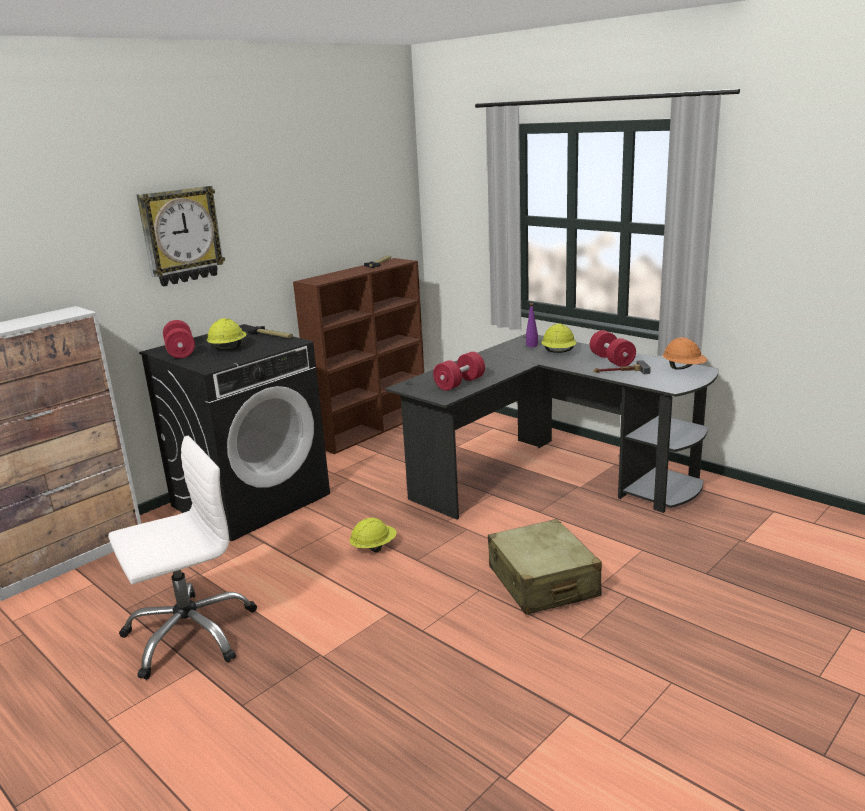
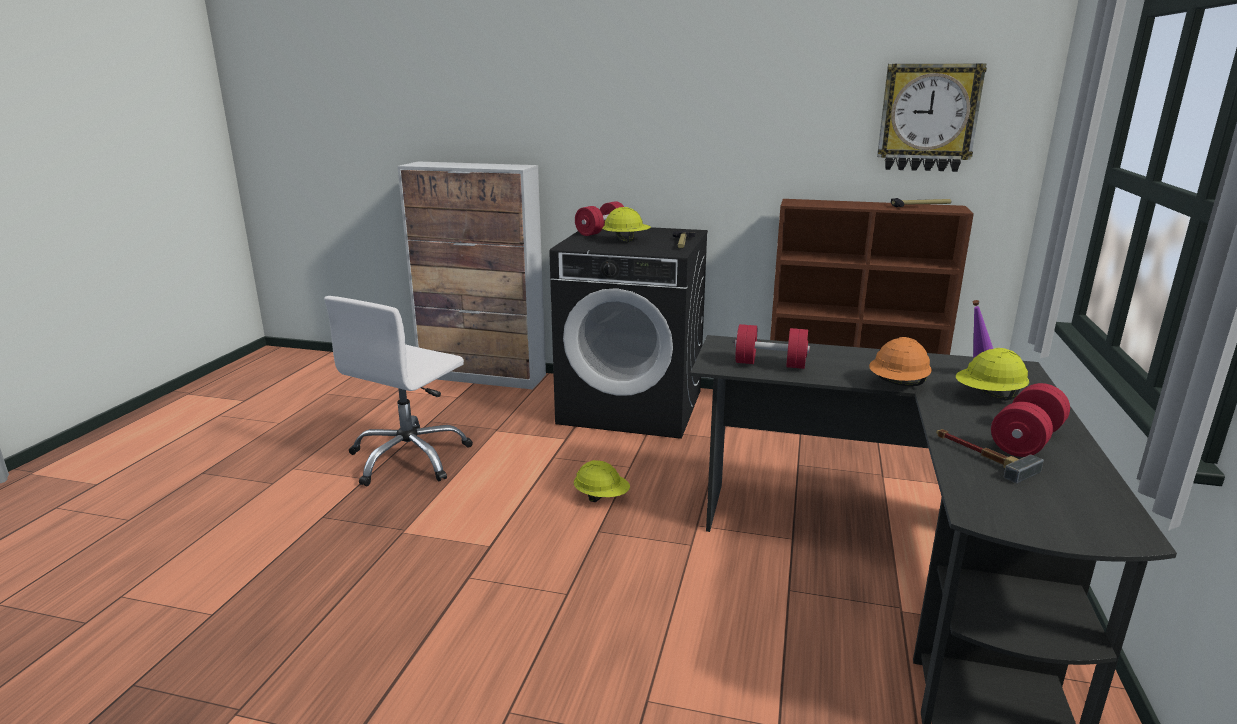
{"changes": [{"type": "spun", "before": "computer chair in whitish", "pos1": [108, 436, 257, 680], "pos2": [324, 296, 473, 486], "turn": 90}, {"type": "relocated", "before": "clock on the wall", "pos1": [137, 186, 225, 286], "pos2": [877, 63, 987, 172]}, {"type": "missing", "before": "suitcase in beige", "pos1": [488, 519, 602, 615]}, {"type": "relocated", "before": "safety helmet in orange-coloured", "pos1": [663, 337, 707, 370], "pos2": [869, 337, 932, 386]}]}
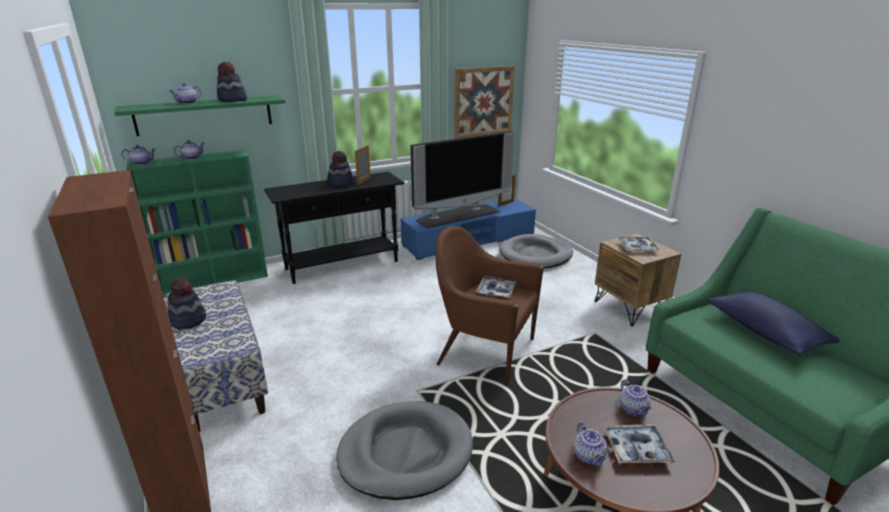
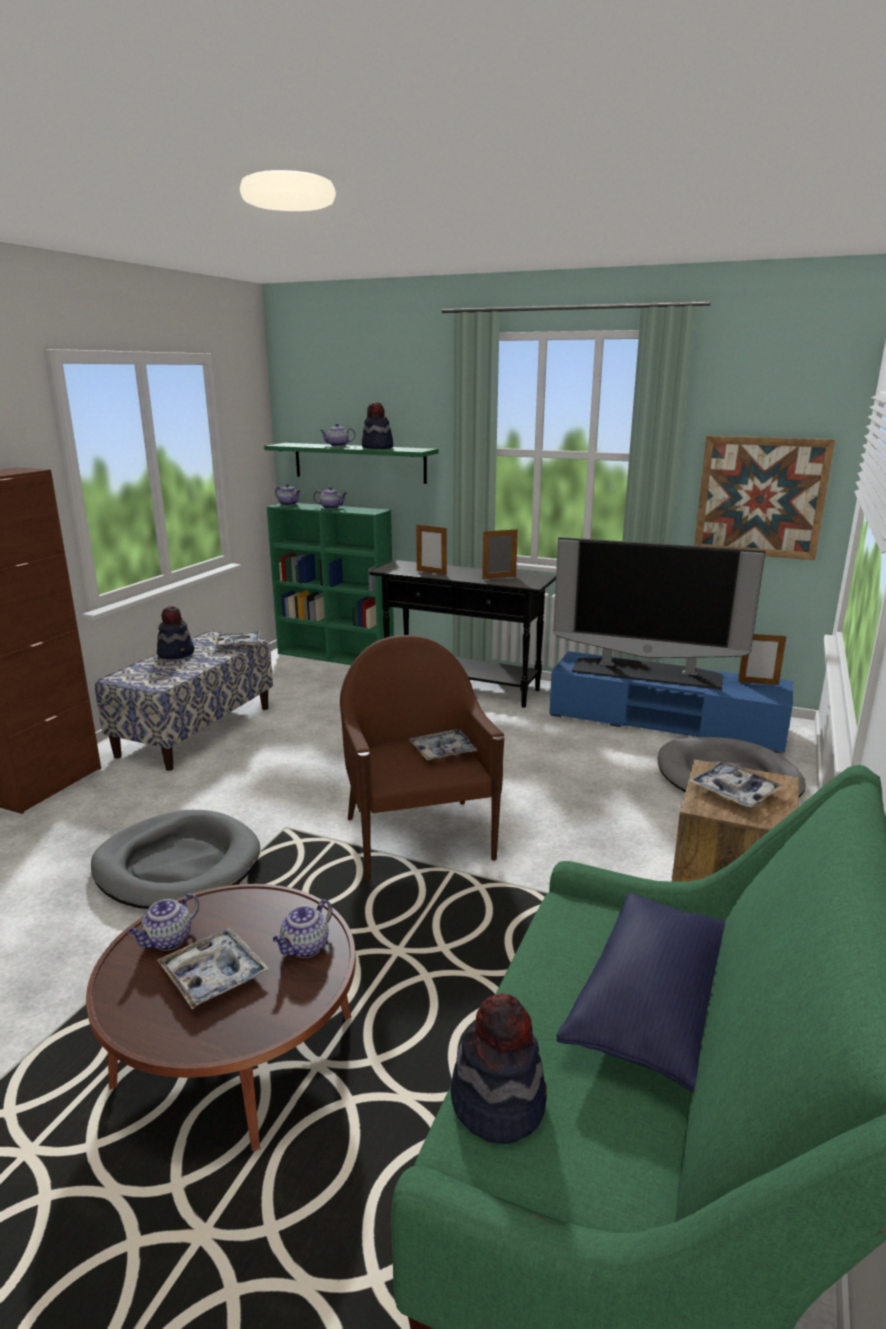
{"changes": [{"type": "relocated", "before": "wearable hat", "pos1": [327, 151, 353, 187], "pos2": [451, 993, 547, 1144]}, {"type": "appeared", "after": "carrying tray", "pos2": [214, 631, 260, 647]}, {"type": "appeared", "after": "standing frame", "pos2": [416, 525, 447, 575]}]}
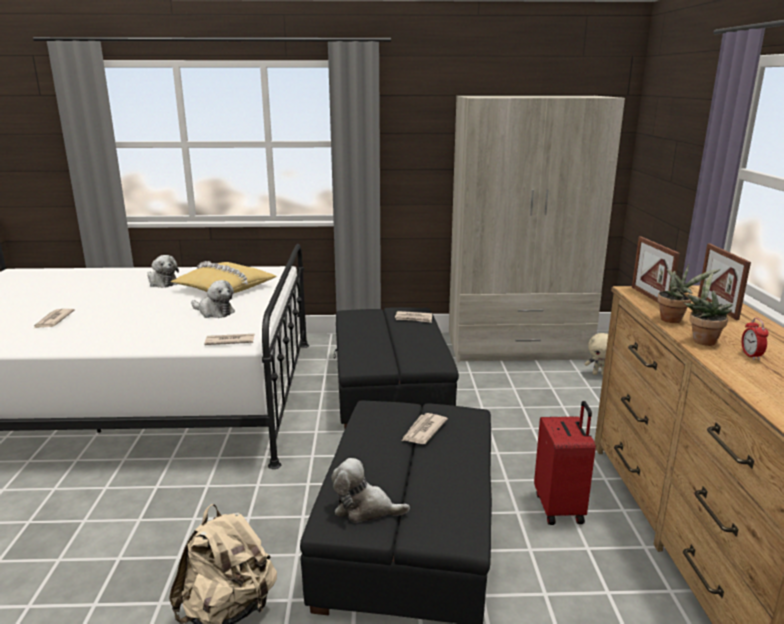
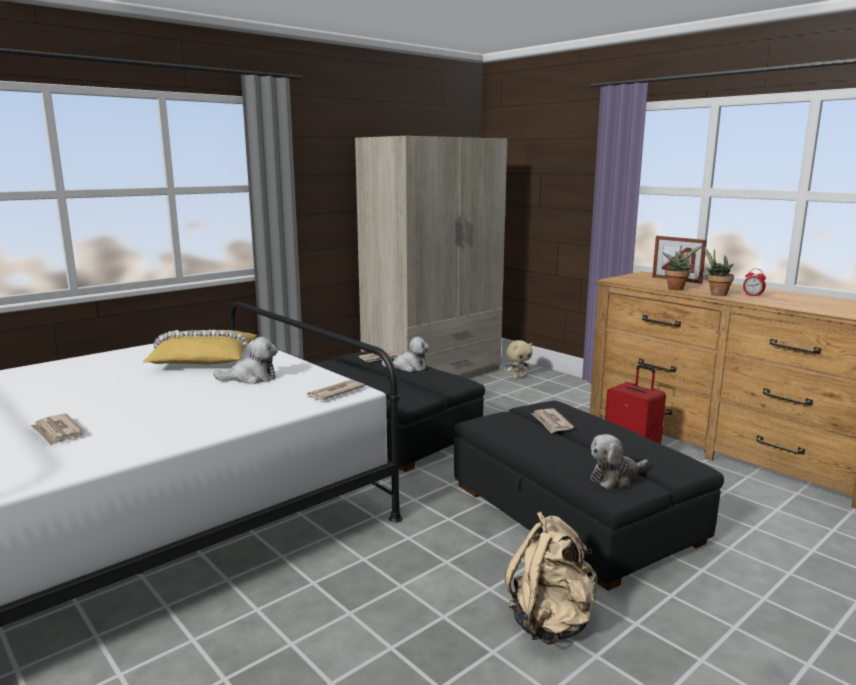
{"changes": [{"type": "relocated", "before": "cuddly toy", "pos1": [147, 255, 179, 288], "pos2": [381, 337, 429, 372]}, {"type": "missing", "before": "standing frame", "pos1": [632, 237, 680, 303]}]}
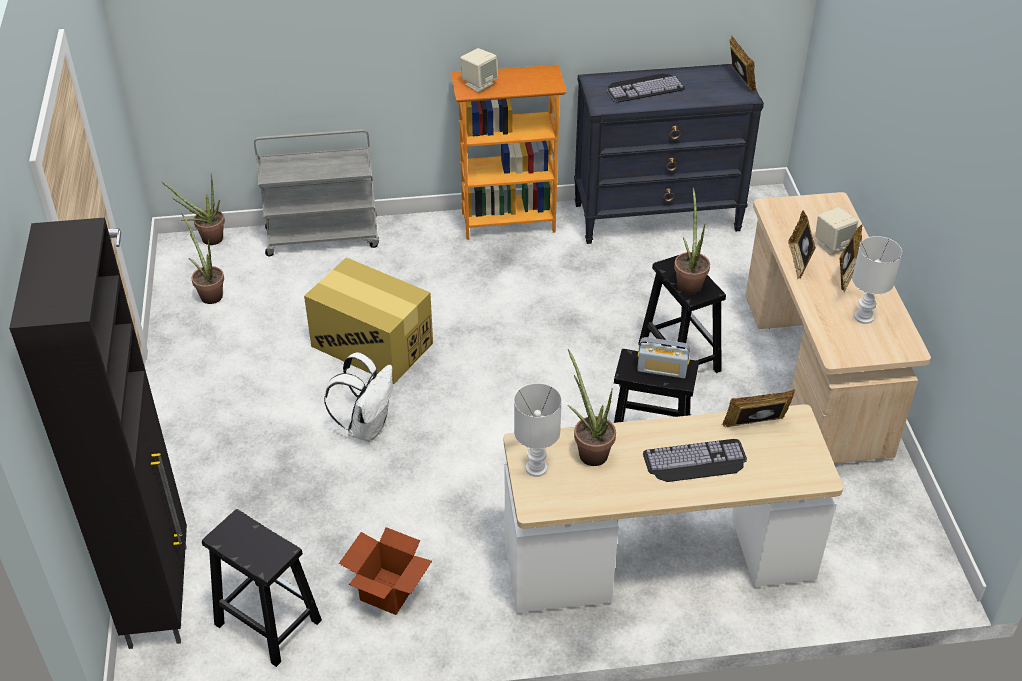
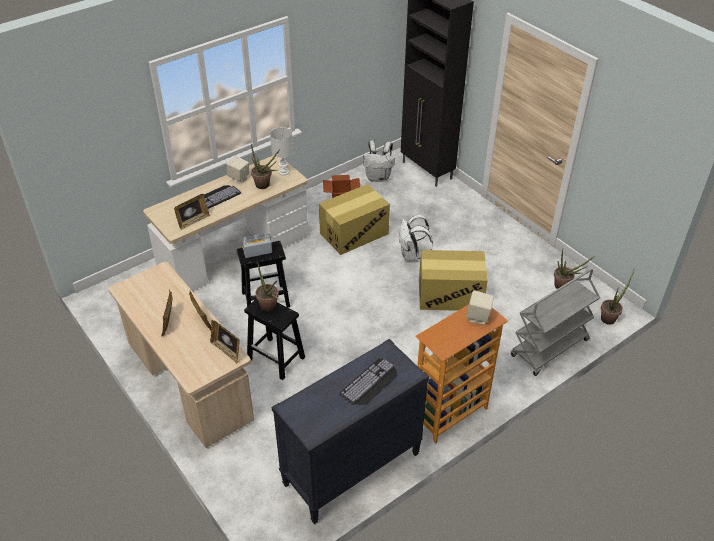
{"changes": [{"type": "exchanged", "before": "stool in black-coloured", "after": "rucksack in whitish", "pos1": [202, 509, 322, 667], "pos2": [363, 141, 395, 182]}, {"type": "relocated", "before": "standing frame", "pos1": [729, 36, 757, 92], "pos2": [210, 320, 240, 364]}, {"type": "relocated", "before": "speaker in beige", "pos1": [815, 207, 858, 255], "pos2": [226, 156, 249, 184]}, {"type": "missing", "before": "lamp for a table in whitish", "pos1": [852, 236, 902, 324]}, {"type": "appeared", "after": "carton", "pos2": [319, 184, 390, 255]}]}
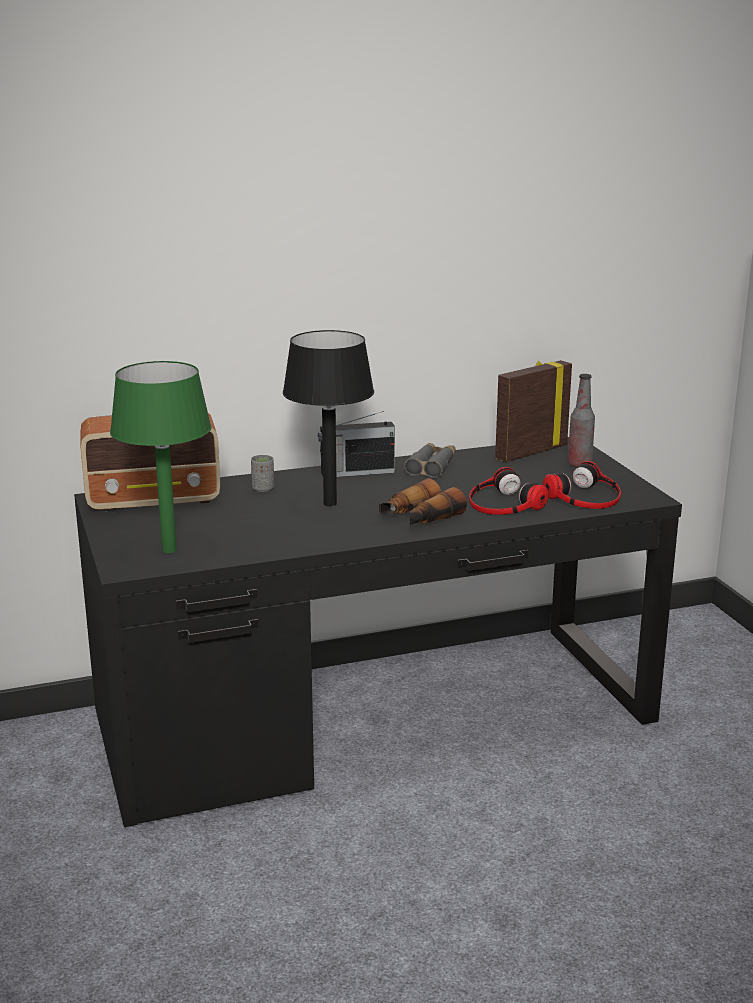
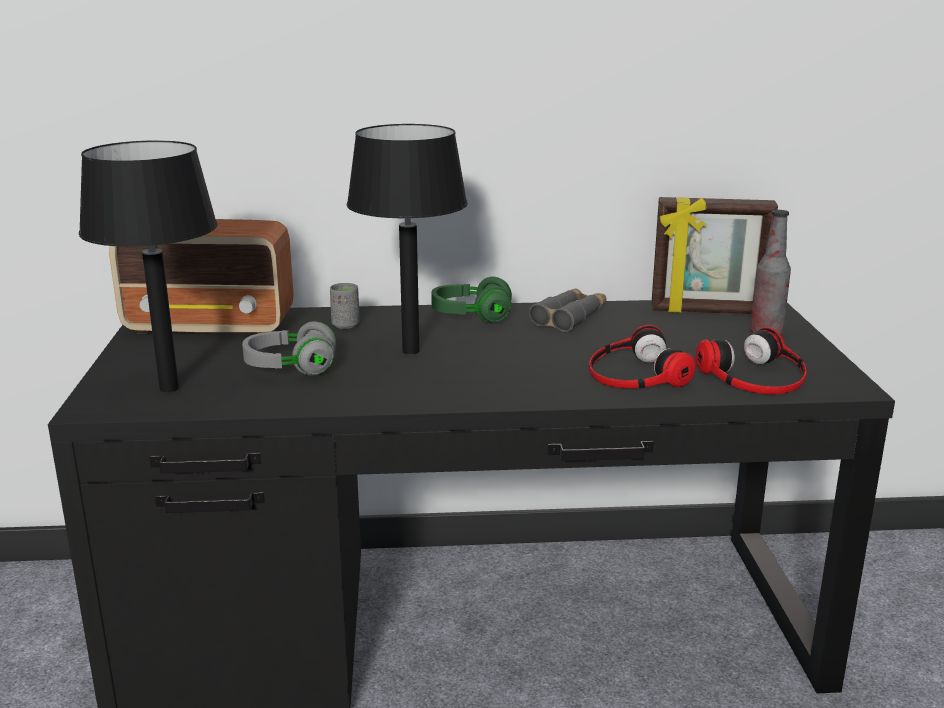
{"changes": [{"type": "colour", "before": "lamp for a table in green", "after": "lamp for a table in black-coloured", "pos1": [110, 361, 212, 553], "pos2": [79, 140, 218, 392]}, {"type": "exchanged", "before": "radio receiver", "after": "headset in green", "pos1": [318, 411, 395, 477], "pos2": [431, 276, 512, 323]}, {"type": "missing", "before": "field glasses", "pos1": [379, 478, 467, 525]}, {"type": "spun", "before": "standing frame", "pos1": [495, 360, 572, 462], "pos2": [651, 197, 778, 314], "turn": -150}, {"type": "appeared", "after": "headset in greyish", "pos2": [242, 322, 337, 376]}]}
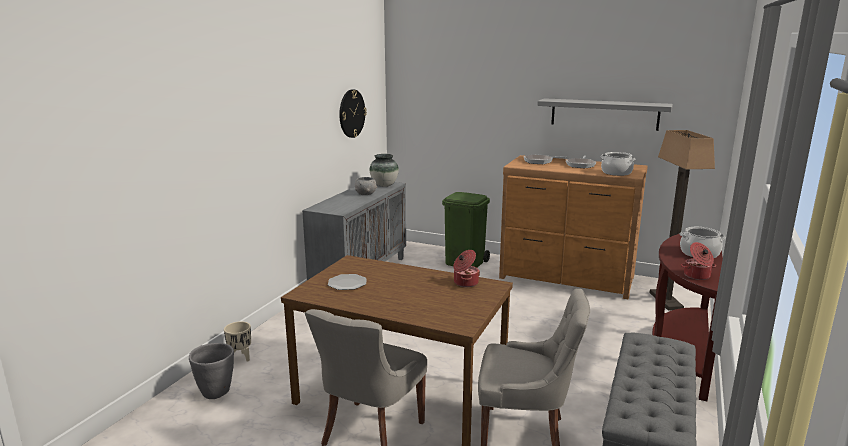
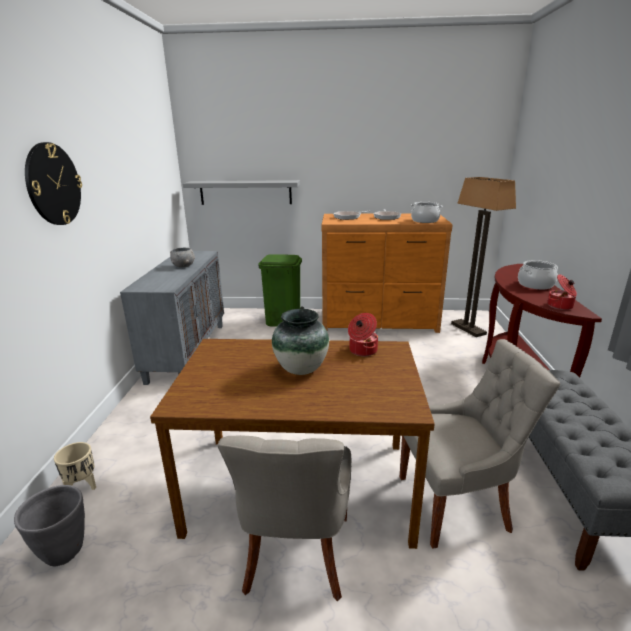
{"changes": [{"type": "missing", "before": "dinner plate", "pos1": [328, 274, 366, 290]}, {"type": "relocated", "before": "clock on the wall", "pos1": [339, 89, 367, 138], "pos2": [25, 142, 82, 225]}, {"type": "relocated", "before": "vase", "pos1": [370, 154, 399, 187], "pos2": [272, 309, 329, 375]}, {"type": "relocated", "before": "wall shelf in greyish", "pos1": [537, 98, 673, 131], "pos2": [183, 180, 300, 205]}]}
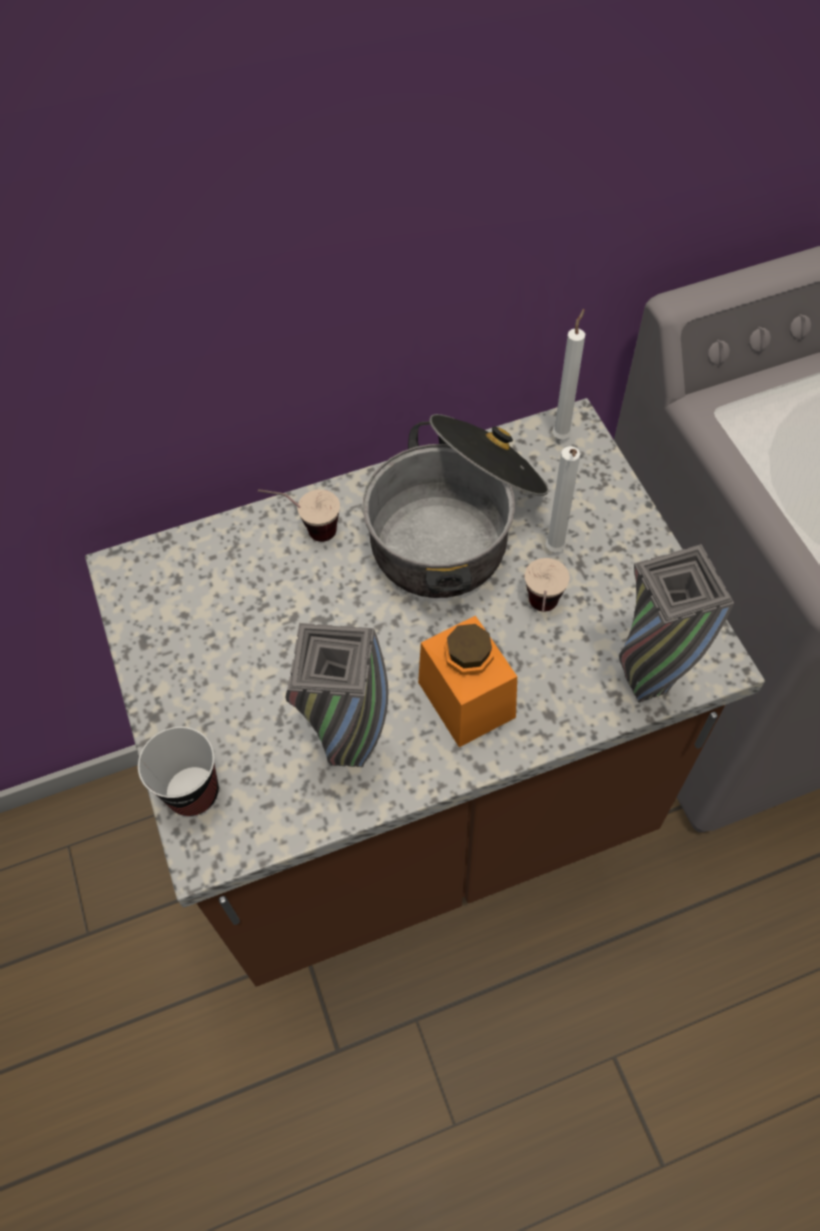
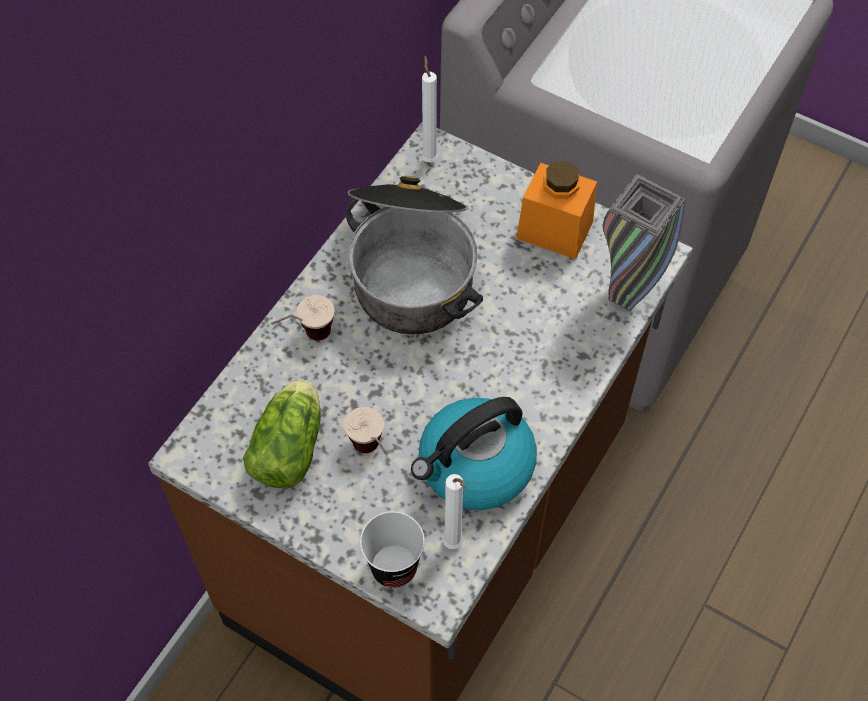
{"changes": [{"type": "exchanged", "before": "vase in greyish", "after": "tea kettle", "pos1": [286, 623, 388, 767], "pos2": [411, 397, 537, 510]}, {"type": "relocated", "before": "preserve jar in orange-coloured", "pos1": [418, 615, 517, 747], "pos2": [516, 161, 597, 259]}, {"type": "relocated", "before": "cup", "pos1": [525, 558, 570, 612], "pos2": [344, 407, 388, 455]}, {"type": "relocated", "before": "wax light in whitish", "pos1": [545, 446, 580, 553], "pos2": [443, 474, 466, 549]}, {"type": "appeared", "after": "lettuce head", "pos2": [243, 379, 321, 488]}]}
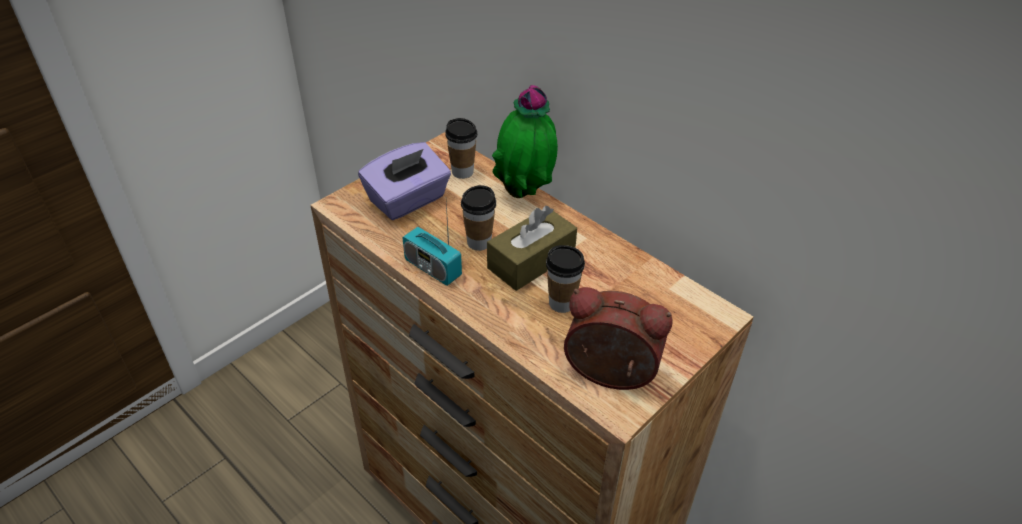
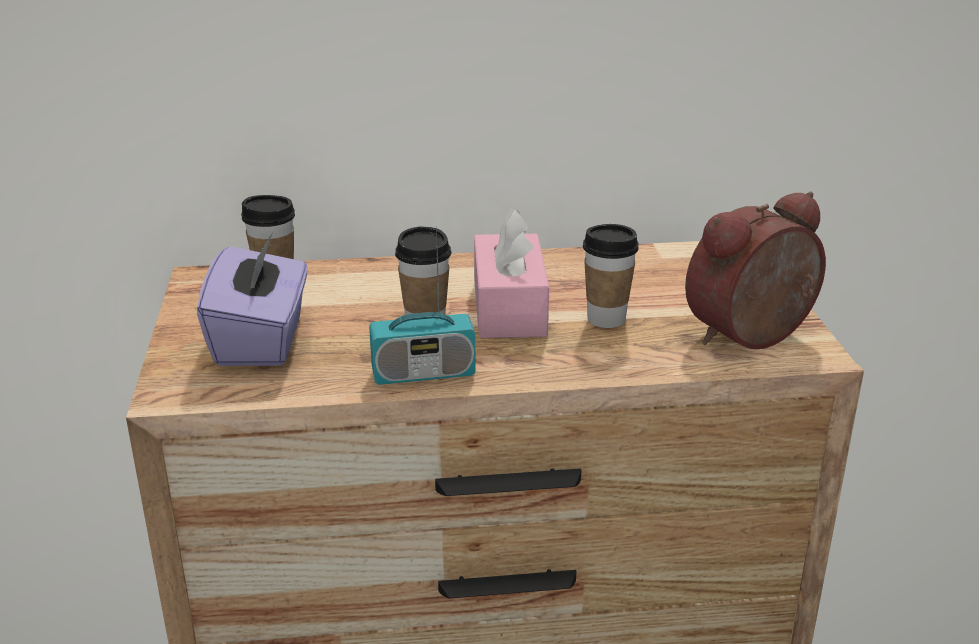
{"changes": [{"type": "colour", "before": "box of tissues in brown", "after": "box of tissues in pinkish", "pos1": [487, 206, 577, 291], "pos2": [474, 209, 549, 338]}, {"type": "missing", "before": "houseplant", "pos1": [492, 85, 558, 198]}]}
